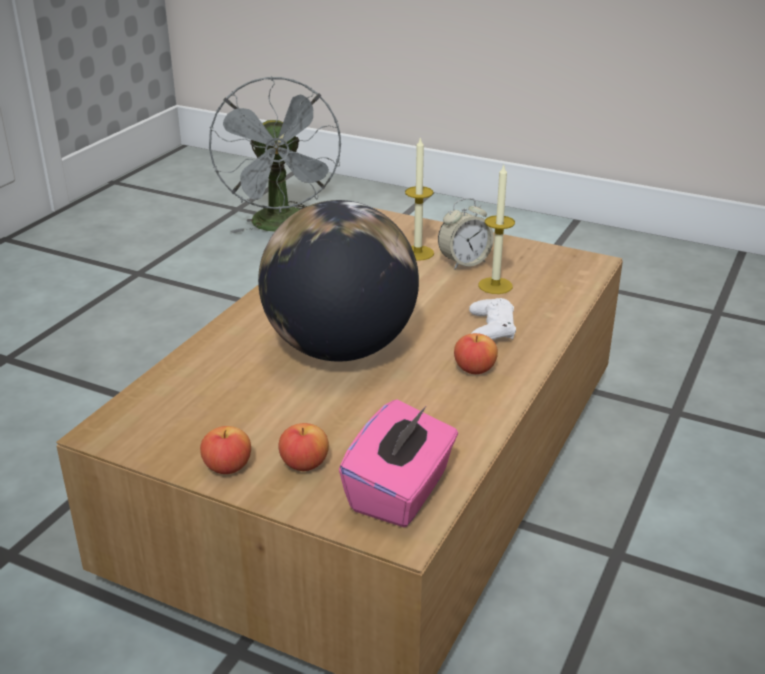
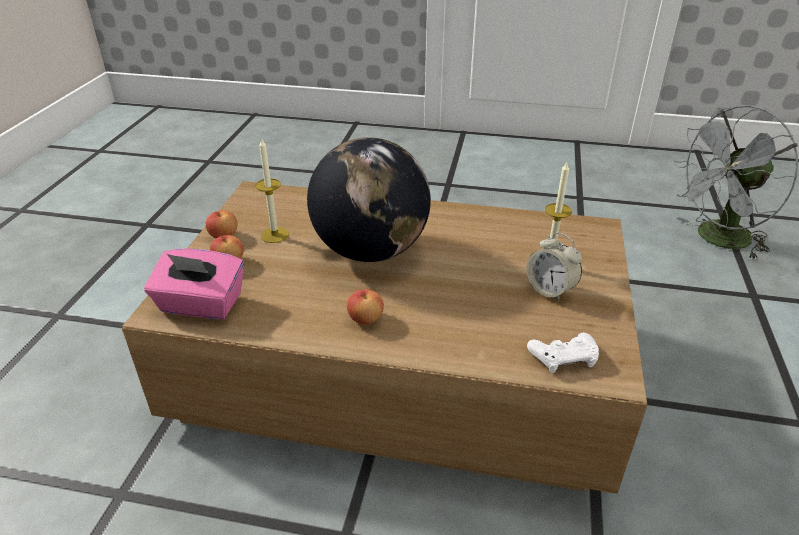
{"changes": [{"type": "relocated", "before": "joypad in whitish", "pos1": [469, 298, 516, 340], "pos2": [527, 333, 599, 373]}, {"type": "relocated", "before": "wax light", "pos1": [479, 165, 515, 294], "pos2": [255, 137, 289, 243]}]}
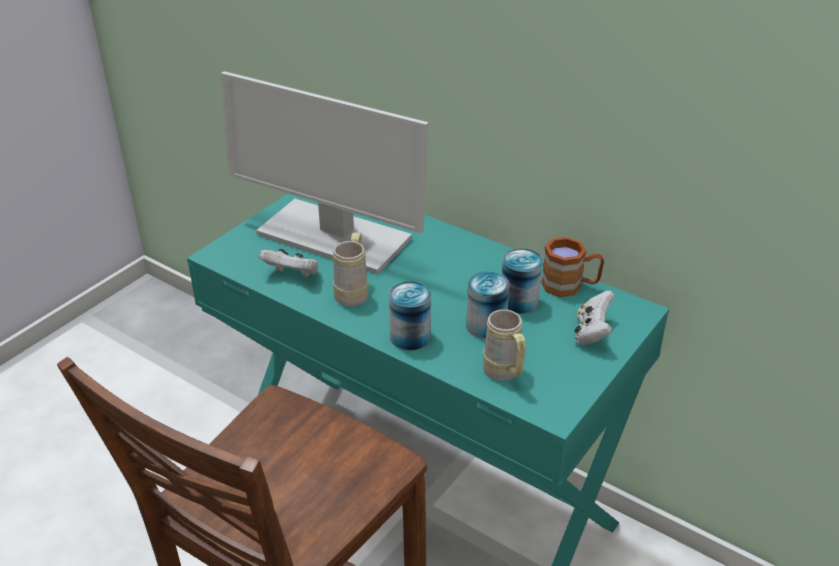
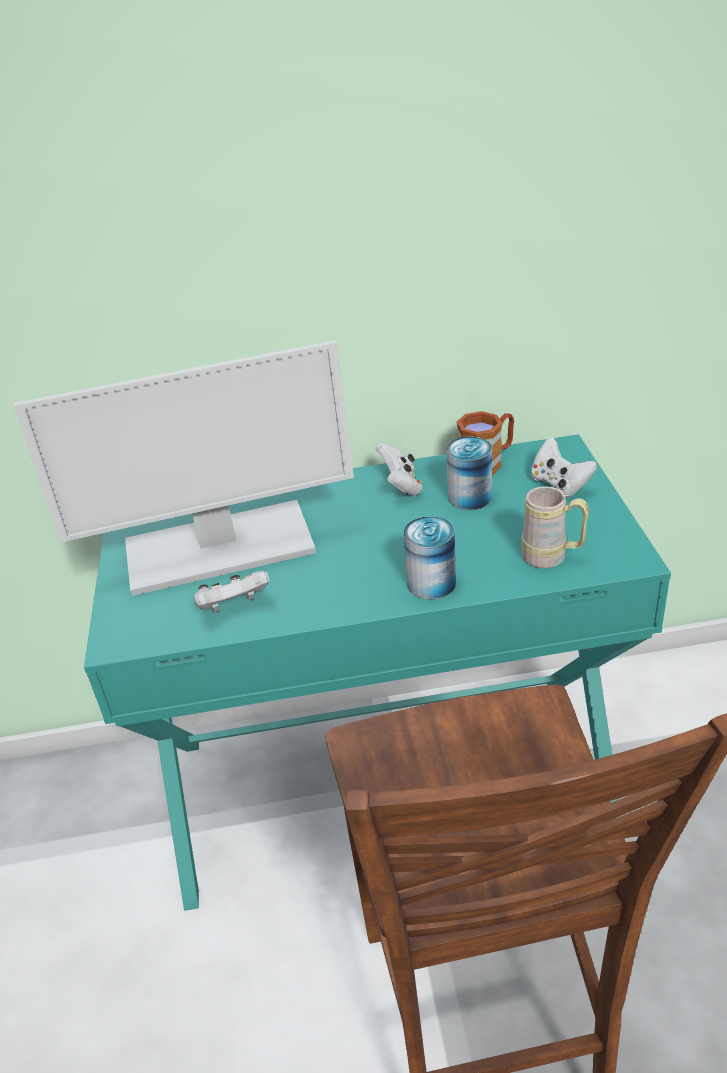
{"changes": [{"type": "missing", "before": "tea mug in beige", "pos1": [333, 232, 369, 306]}, {"type": "missing", "before": "metal can", "pos1": [466, 271, 509, 339]}, {"type": "appeared", "after": "joypad in whitish", "pos2": [376, 443, 423, 496]}]}
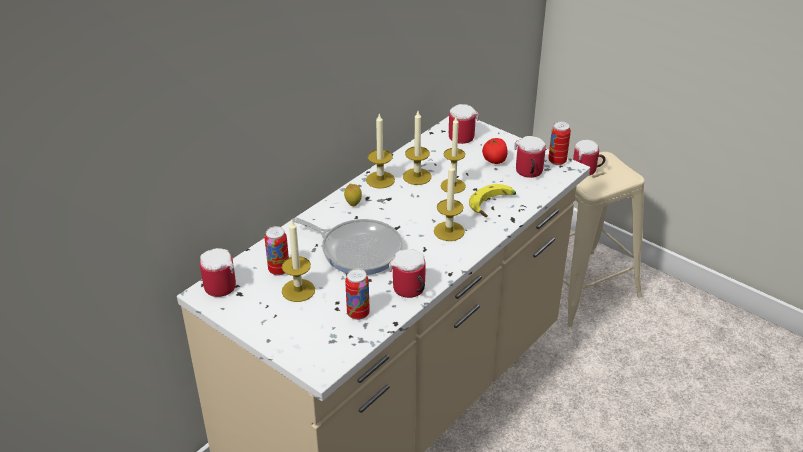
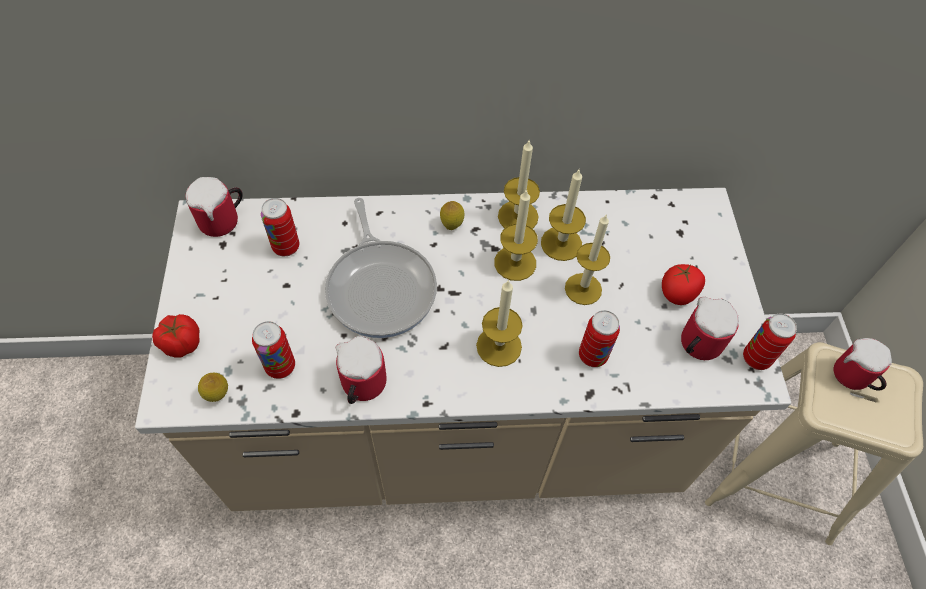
{"changes": [{"type": "relocated", "before": "wax light", "pos1": [282, 220, 315, 302], "pos2": [494, 189, 538, 281]}, {"type": "missing", "before": "tea mug", "pos1": [449, 104, 479, 144]}, {"type": "exchanged", "before": "whole banana", "after": "metal can", "pos1": [469, 184, 516, 217], "pos2": [579, 310, 620, 367]}, {"type": "appeared", "after": "fresh tomato", "pos2": [152, 314, 200, 358]}, {"type": "appeared", "after": "lemon", "pos2": [198, 373, 228, 402]}]}
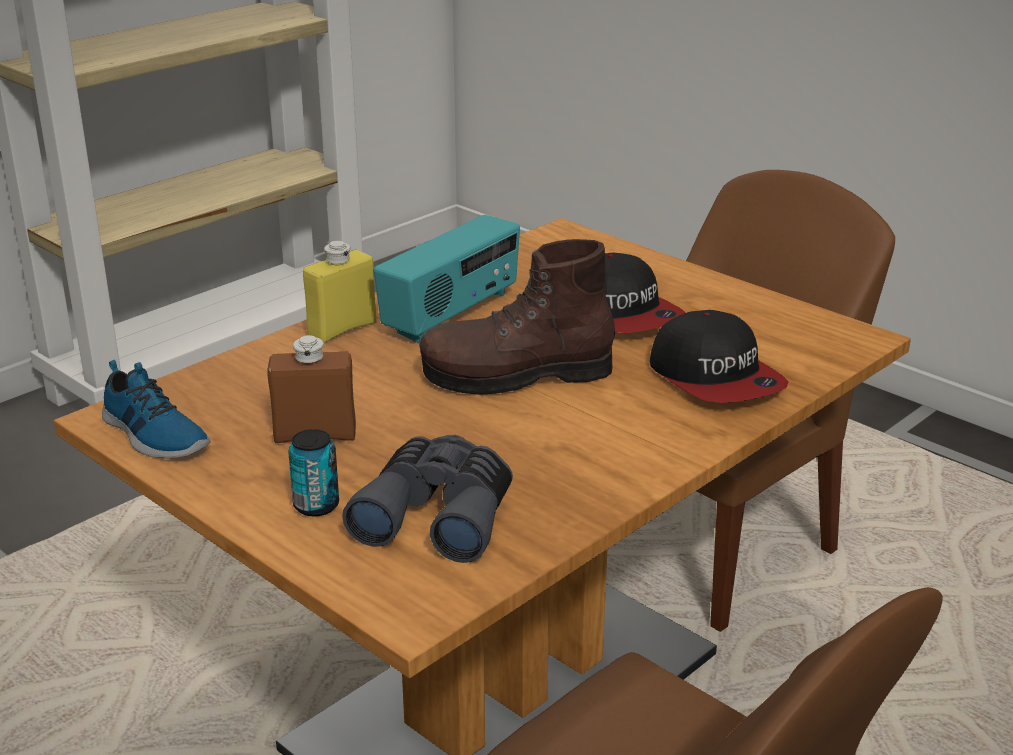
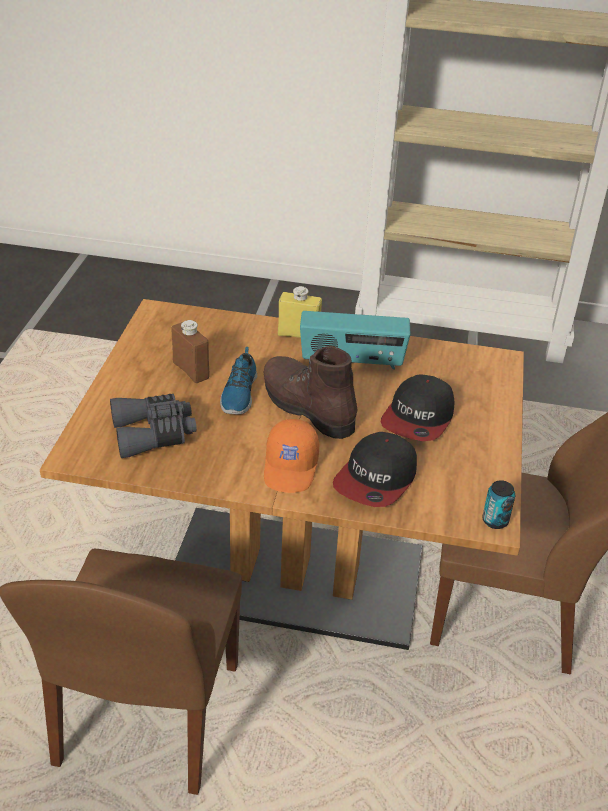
{"changes": [{"type": "relocated", "before": "low shoe", "pos1": [102, 360, 210, 459], "pos2": [220, 347, 257, 414]}, {"type": "relocated", "before": "metal can", "pos1": [288, 429, 339, 516], "pos2": [482, 480, 515, 529]}, {"type": "appeared", "after": "baseball cap in orange-coloured", "pos2": [264, 419, 319, 493]}]}
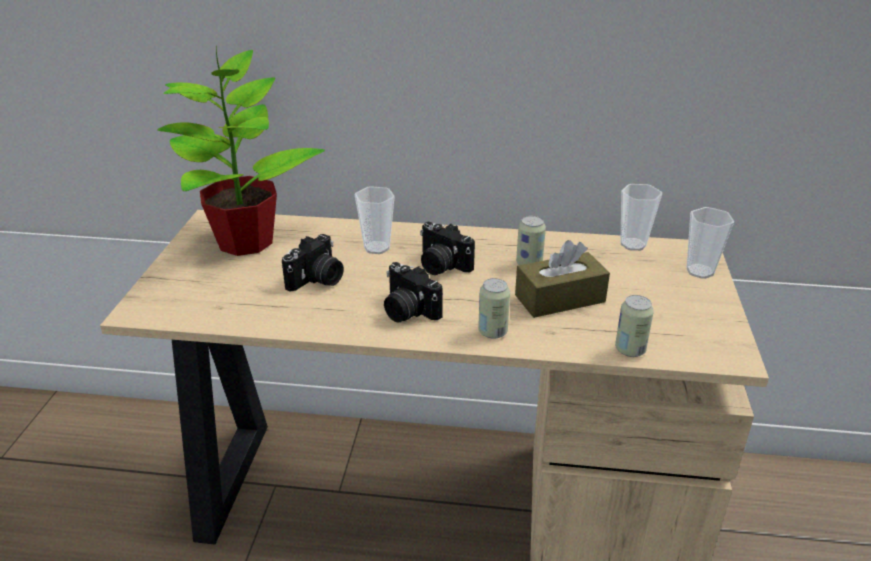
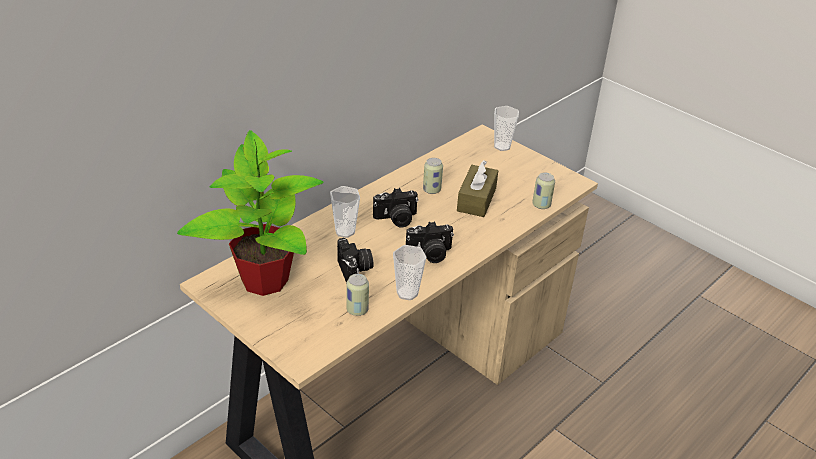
{"changes": [{"type": "relocated", "before": "metal can", "pos1": [478, 278, 510, 339], "pos2": [346, 274, 369, 316]}, {"type": "relocated", "before": "cup", "pos1": [621, 184, 662, 251], "pos2": [393, 245, 426, 300]}]}
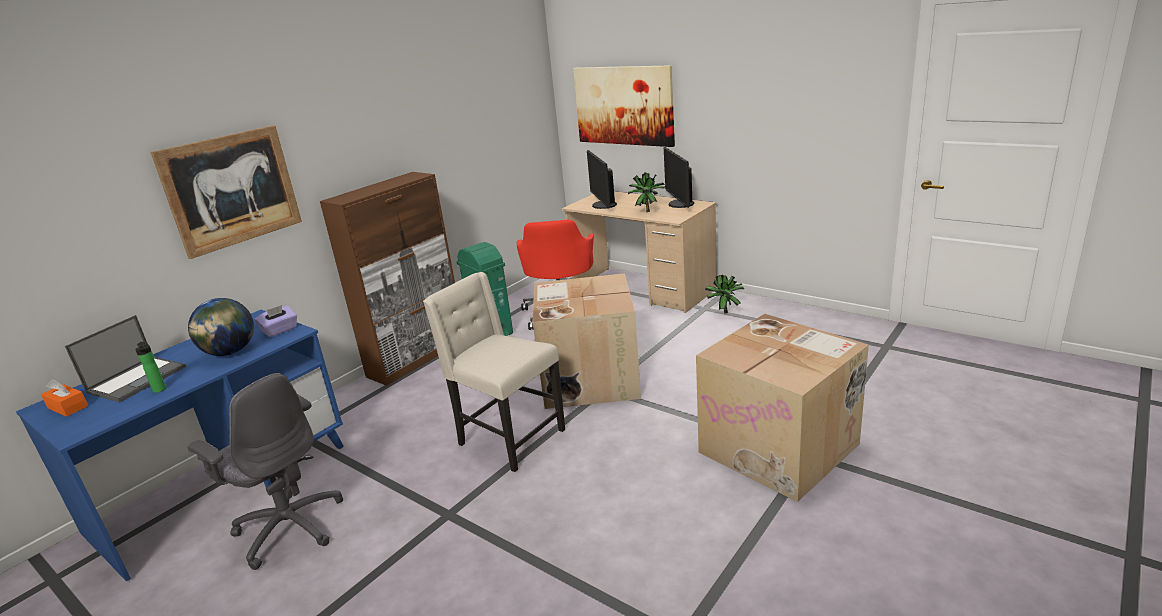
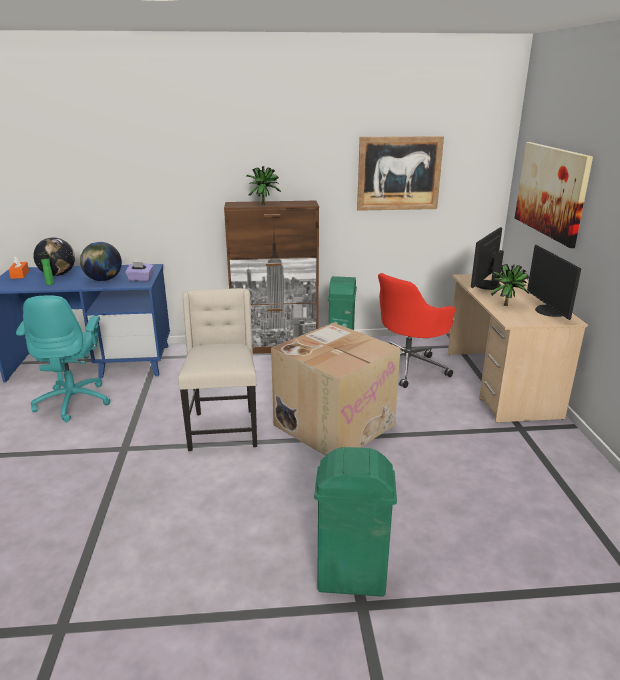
{"changes": [{"type": "exchanged", "before": "laptop", "after": "desk globe", "pos1": [65, 315, 186, 403], "pos2": [33, 237, 75, 276]}, {"type": "relocated", "before": "wall art", "pos1": [150, 125, 302, 259], "pos2": [357, 136, 444, 211]}, {"type": "colour", "before": "computer chair in greyish", "after": "computer chair in blue-green", "pos1": [187, 373, 343, 570], "pos2": [16, 295, 110, 422]}, {"type": "spun", "before": "computer display", "pos1": [664, 147, 694, 208], "pos2": [527, 245, 581, 320], "turn": -45}, {"type": "exchanged", "before": "carton", "after": "waste bin in green", "pos1": [696, 314, 869, 502], "pos2": [314, 447, 397, 597]}, {"type": "relocated", "before": "houseplant", "pos1": [705, 275, 744, 314], "pos2": [247, 166, 281, 205]}]}
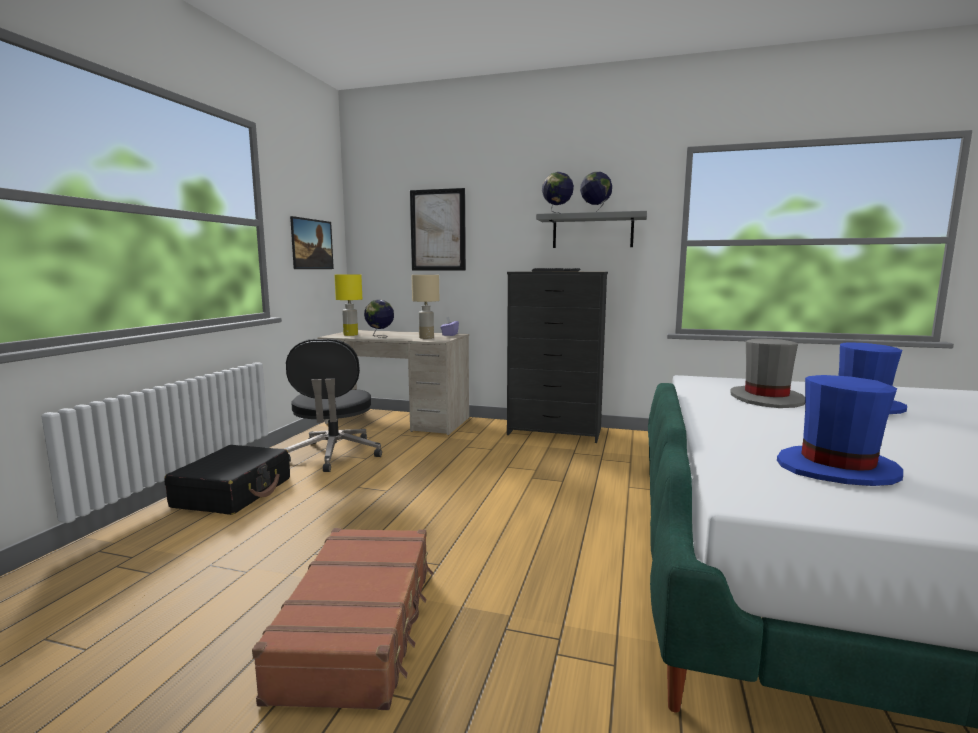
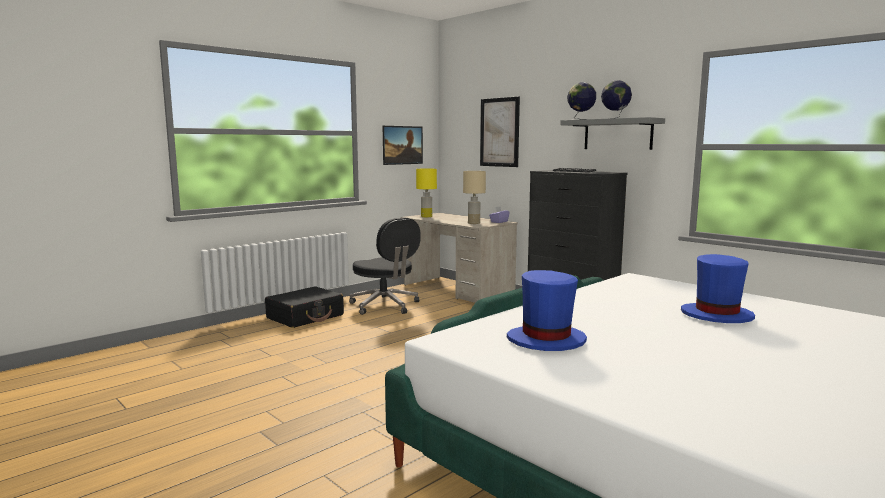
{"changes": [{"type": "missing", "before": "suitcase in brown", "pos1": [252, 528, 433, 710]}, {"type": "spun", "before": "computer chair in black-coloured", "pos1": [284, 339, 382, 472], "pos2": [349, 218, 421, 315], "turn": -60}, {"type": "missing", "before": "desk globe", "pos1": [364, 300, 394, 338]}, {"type": "missing", "before": "wearable hat in greyish", "pos1": [730, 339, 805, 408]}]}
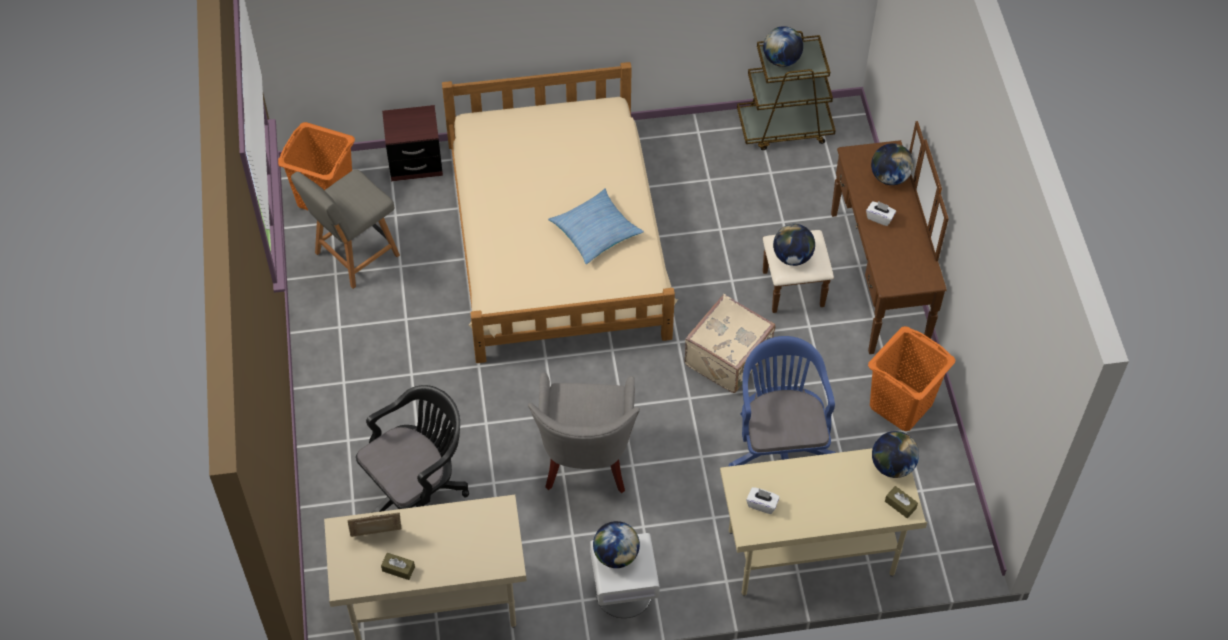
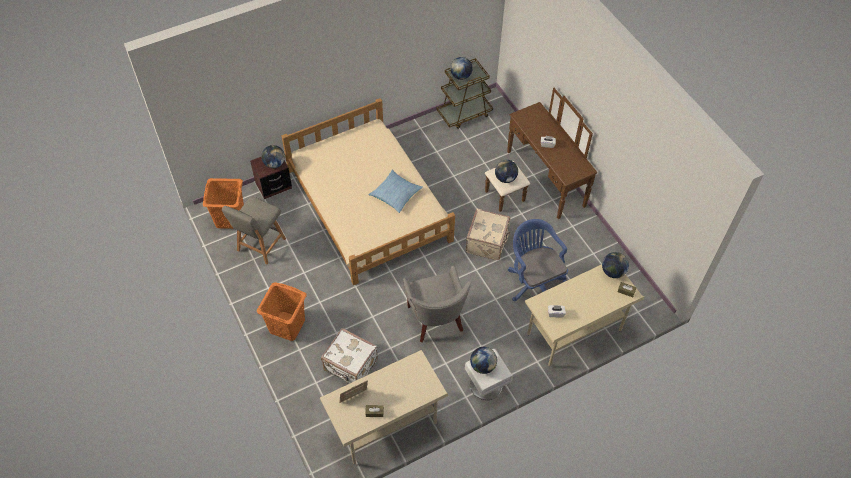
{"changes": [{"type": "exchanged", "before": "computer chair in black-coloured", "after": "suitcase in whitish", "pos1": [356, 385, 469, 513], "pos2": [321, 328, 378, 383]}, {"type": "relocated", "before": "hamper in orange-coloured", "pos1": [868, 326, 955, 431], "pos2": [257, 282, 307, 341]}, {"type": "relocated", "before": "desk globe", "pos1": [871, 143, 914, 185], "pos2": [261, 145, 285, 168]}]}
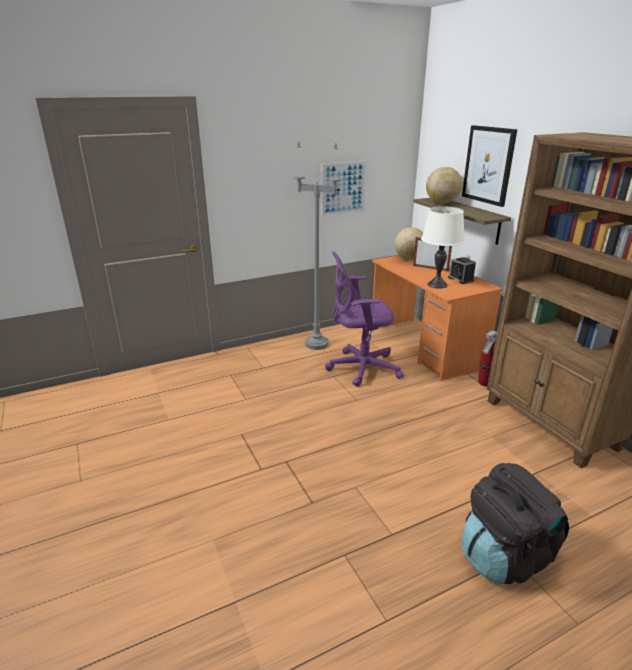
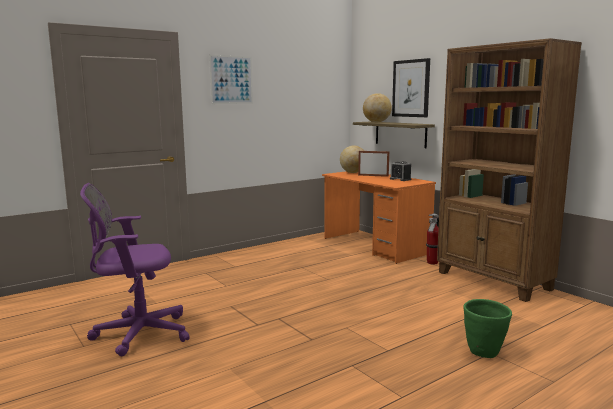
{"changes": [{"type": "missing", "before": "standing lamp in greyish", "pos1": [293, 141, 341, 350]}, {"type": "relocated", "before": "wall art", "pos1": [321, 160, 367, 216], "pos2": [209, 55, 253, 104]}, {"type": "relocated", "before": "computer chair in purple-coloured", "pos1": [325, 251, 404, 387], "pos2": [80, 183, 190, 356]}, {"type": "missing", "before": "lamp for a table in whitish", "pos1": [421, 206, 465, 289]}, {"type": "exchanged", "before": "rucksack in black-coloured", "after": "plant pot in green", "pos1": [461, 463, 569, 584], "pos2": [463, 299, 512, 358]}]}
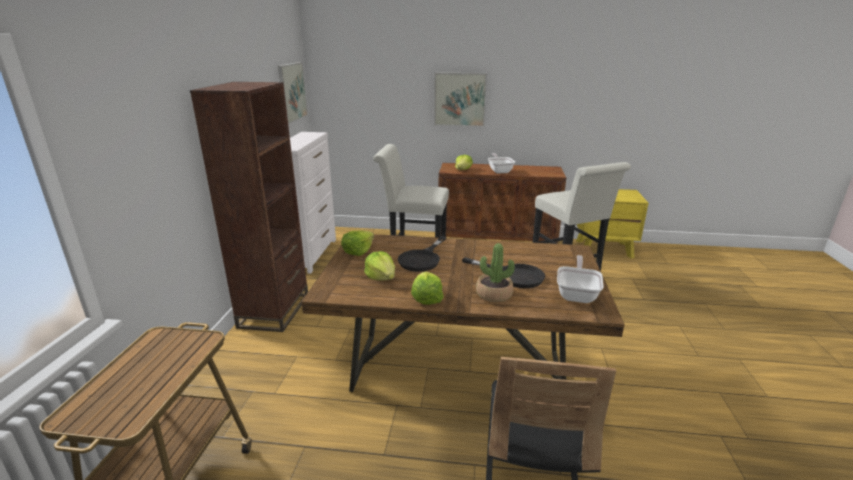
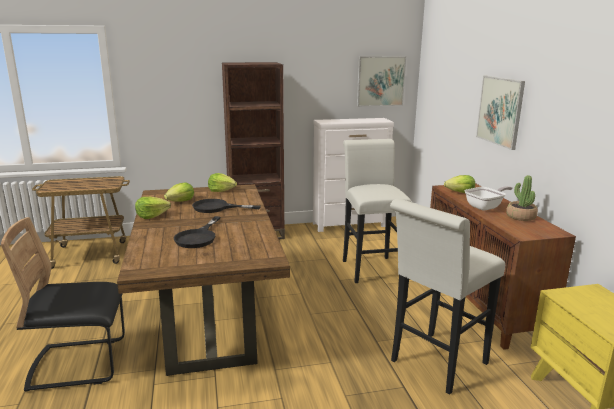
{"changes": [{"type": "relocated", "before": "houseplant", "pos1": [476, 243, 515, 302], "pos2": [506, 175, 538, 221]}, {"type": "missing", "before": "skillet", "pos1": [557, 255, 604, 303]}]}
